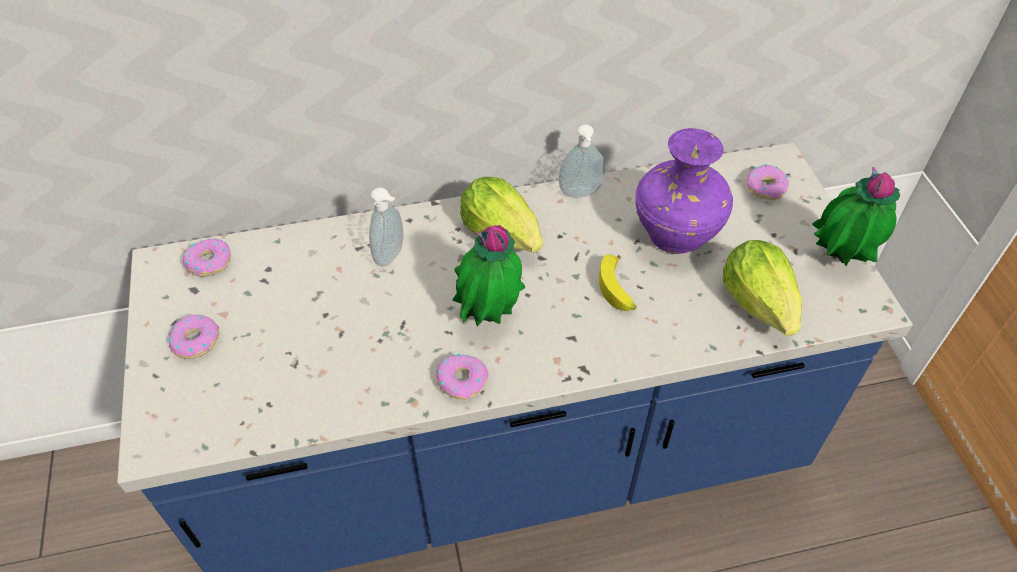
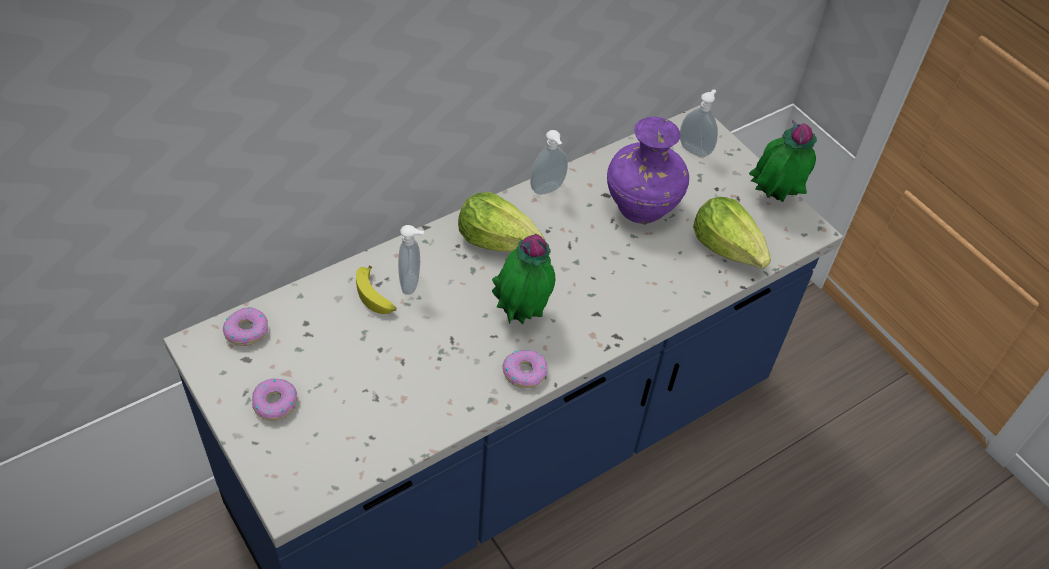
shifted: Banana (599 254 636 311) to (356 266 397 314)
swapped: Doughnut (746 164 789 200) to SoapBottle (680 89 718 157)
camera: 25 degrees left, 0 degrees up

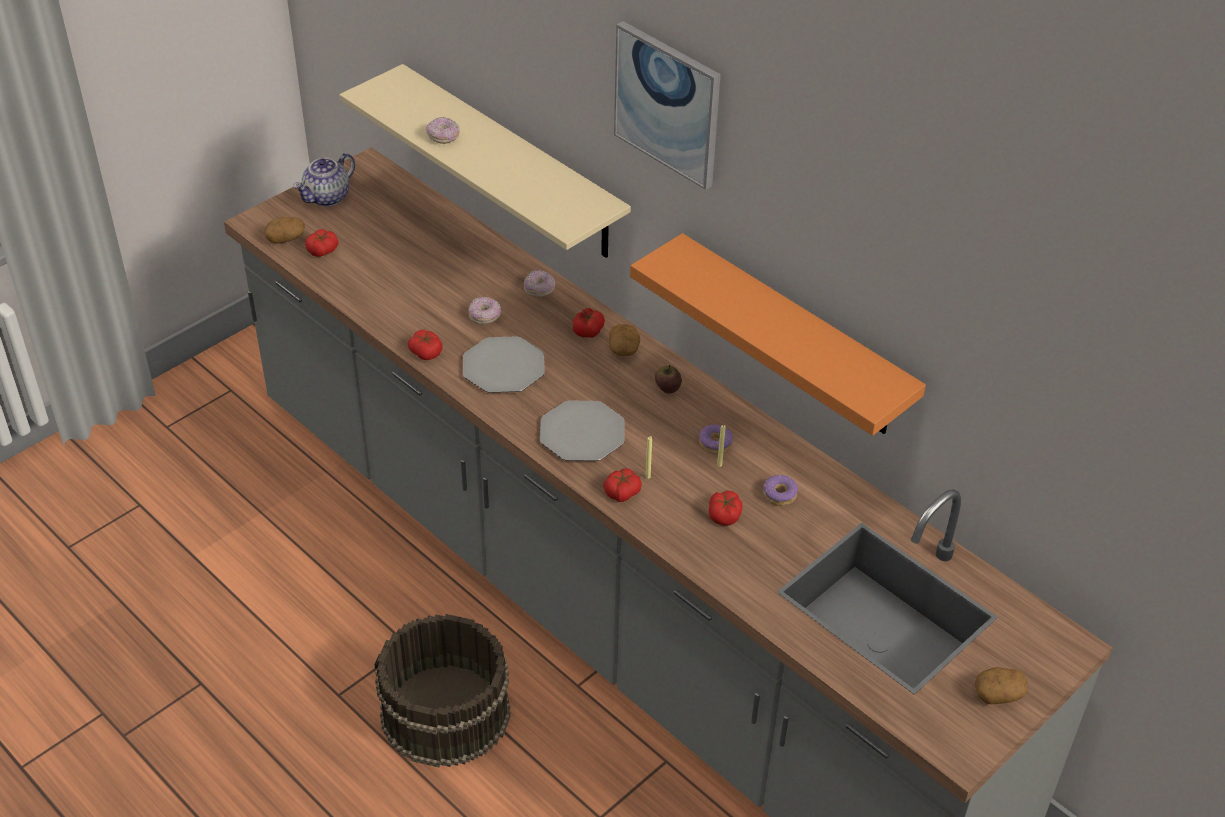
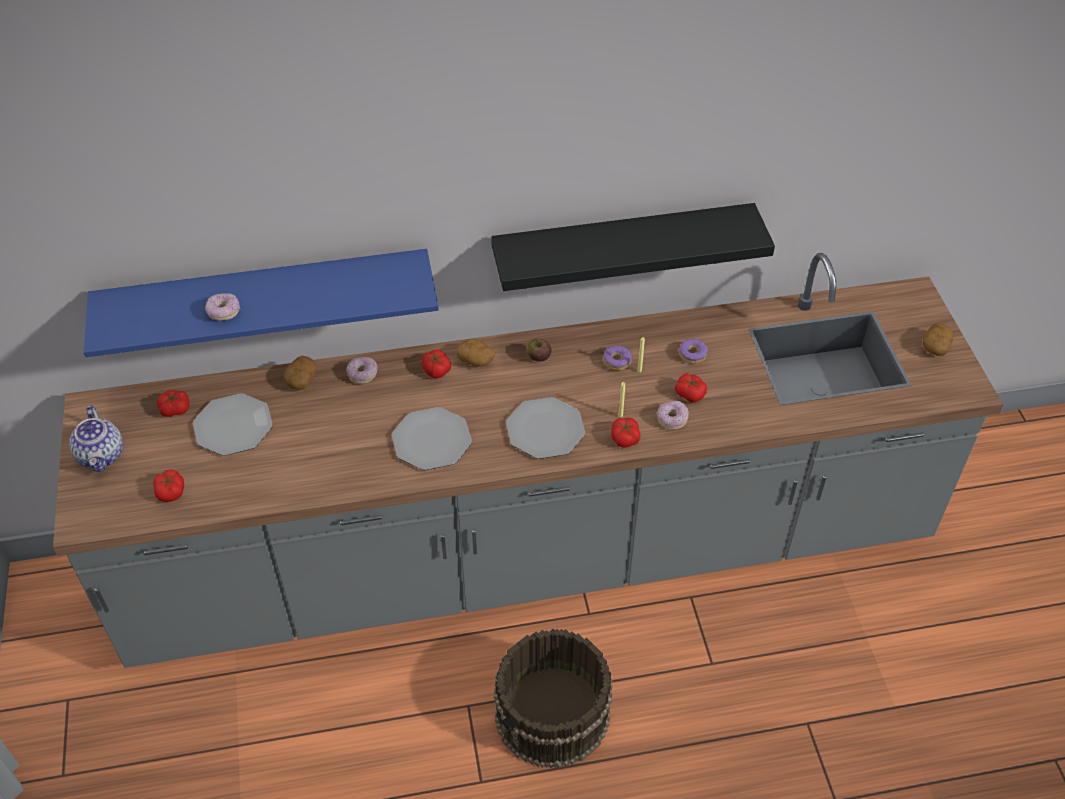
gone: WallArt (614 21 721 190)
new: Plate (193 394 273 456)
shifted: WholeTomato (408 329 443 360) to (157 390 190 417); WholePotato (265 217 305 244) to (284 356 317 390); Doughnut (469 297 501 324) to (657 401 689 430)
repainted: SandColouredWallShelf (339 64 631 258) to BlueColouredWallShelf (83 249 439 357); OrangeColouredWallShelf (630 233 926 436) to BlackColouredWallShelf (491 203 775 291)
camera: 55 degrees left, 5 degrees up

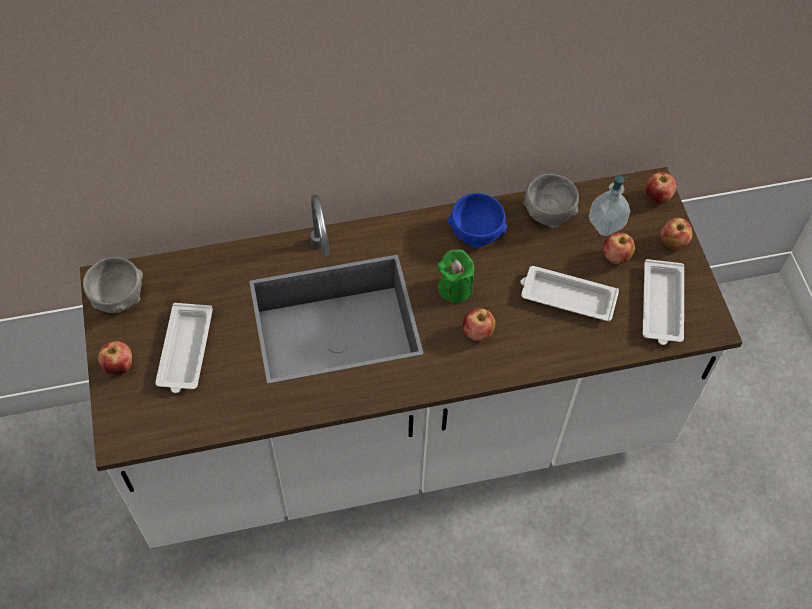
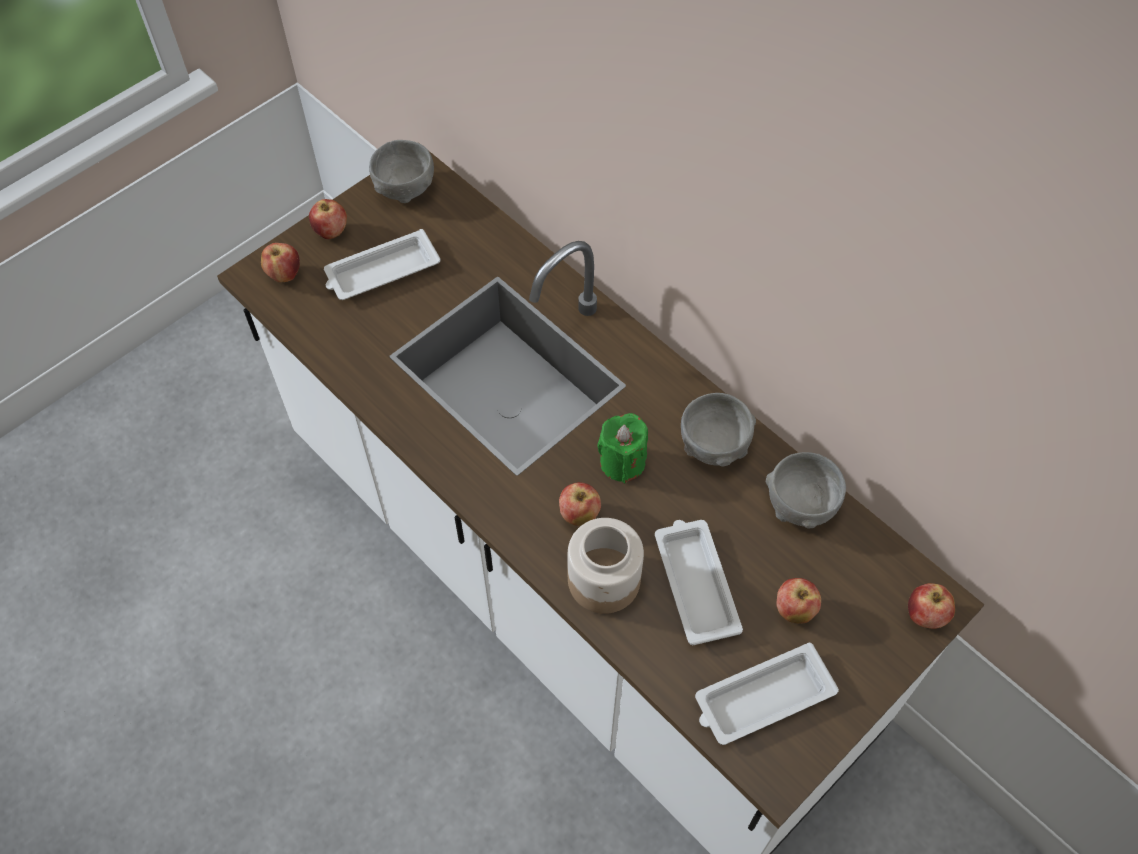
gone: SoapBottle (589 175 630 236)
new: Jar (568 518 644 614)
shifted: AppleFruit (661 218 693 250) to (261 243 300 282)
repainted: BlueColouredServingBowl (448 193 507 248) to GreyishServingBowl (681 393 756 467)
camera: 60 degrees right, 0 degrees up

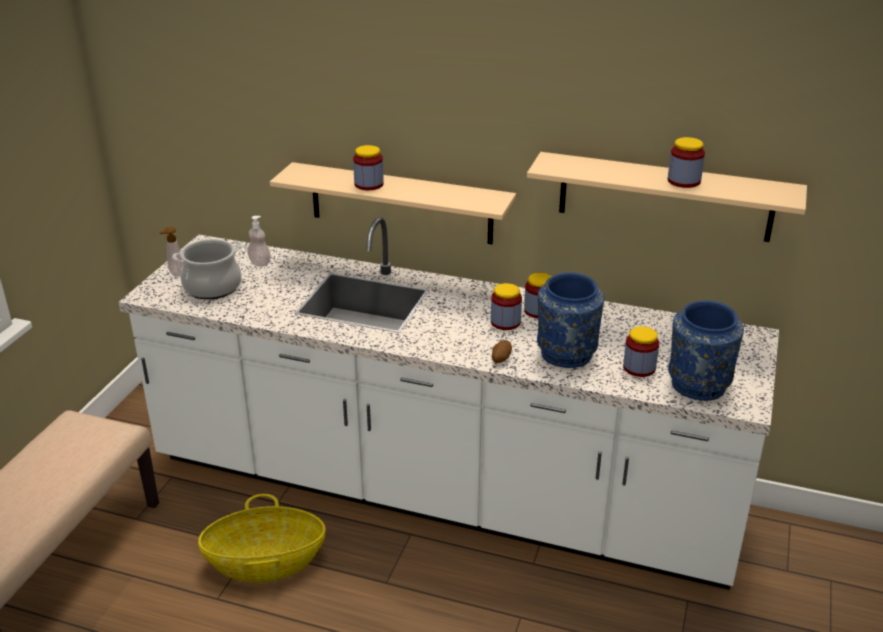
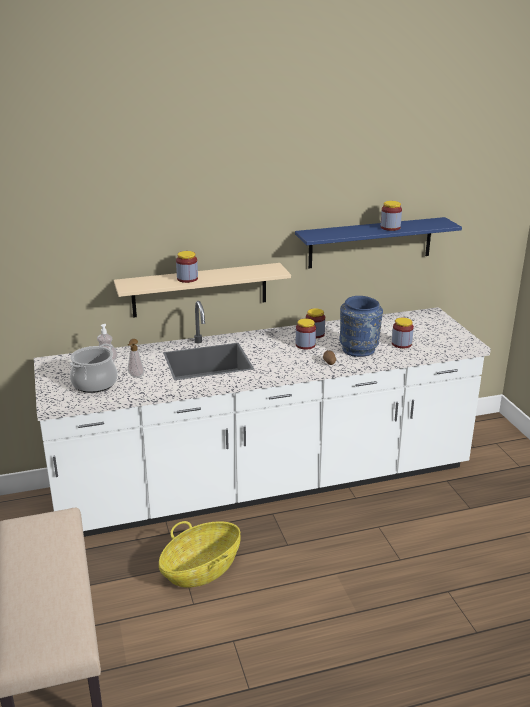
gone: BlueColouredFlowerVase (668 300 744 401)
shifted: SoapBottle (159 227 183 277) to (128 339 144 378)
repainted: SandColouredWallShelf (527 152 807 242) to BlueColouredWallShelf (295 217 462 269)
camera: 35 degrees left, 5 degrees down

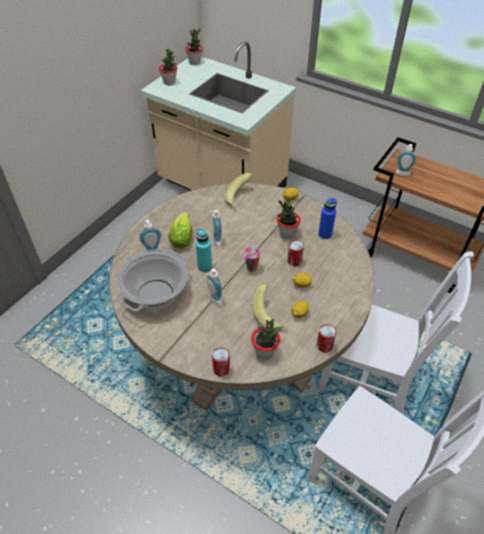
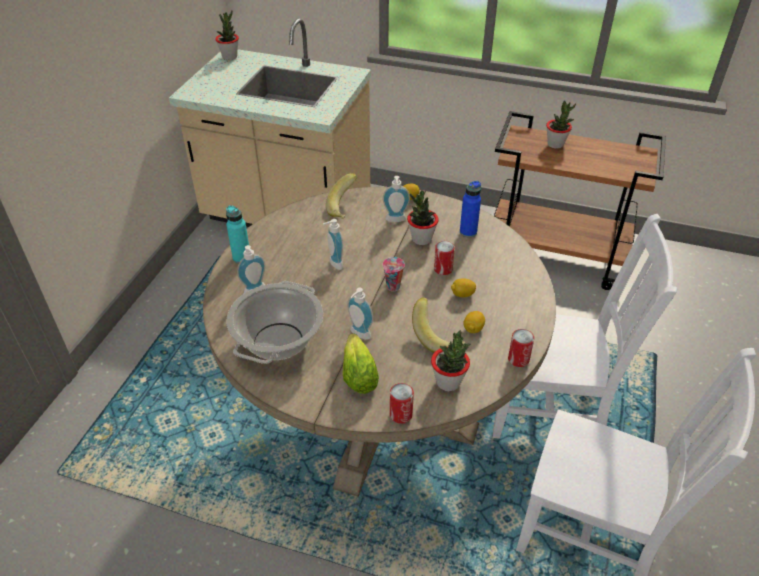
shifted: TurquoiseBeverageBottle (196 229 212 272) to (226 205 249 263); Lettuce (168 212 192 248) to (343 333 379 394); SoapBottle (396 144 417 176) to (383 176 410 222); PottedPlant (159 49 177 85) to (546 100 576 149)
camera: 15 degrees left, 5 degrees down

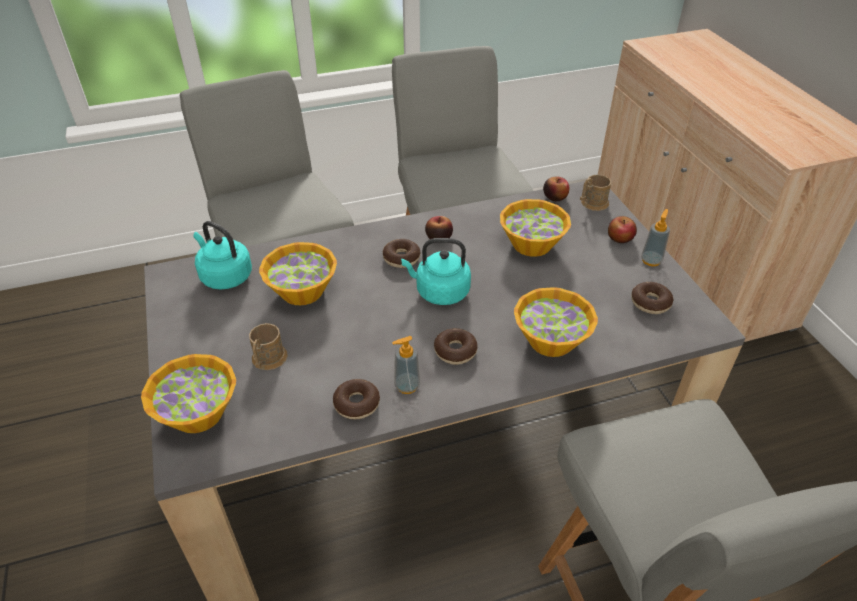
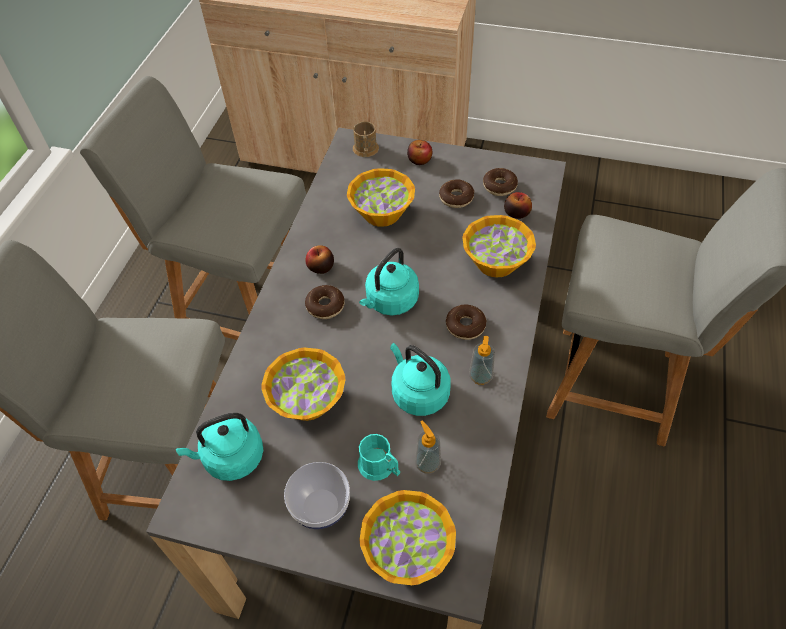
new: ServingBowl (284 462 350 529); TurquoiseWaterKettle (390 343 451 416)
shifted: SoapBottle (641 209 670 266) to (415 420 441 474); Doughnut (333 379 380 419) to (439 179 475 208); AppleFruit (543 176 569 201) to (504 192 532 219)
repainted: BrownColouredCoffeeMug (249 323 288 370) to TurquoiseCoffeeMug (358 434 400 481)
camera: 55 degrees left, 10 degrees up

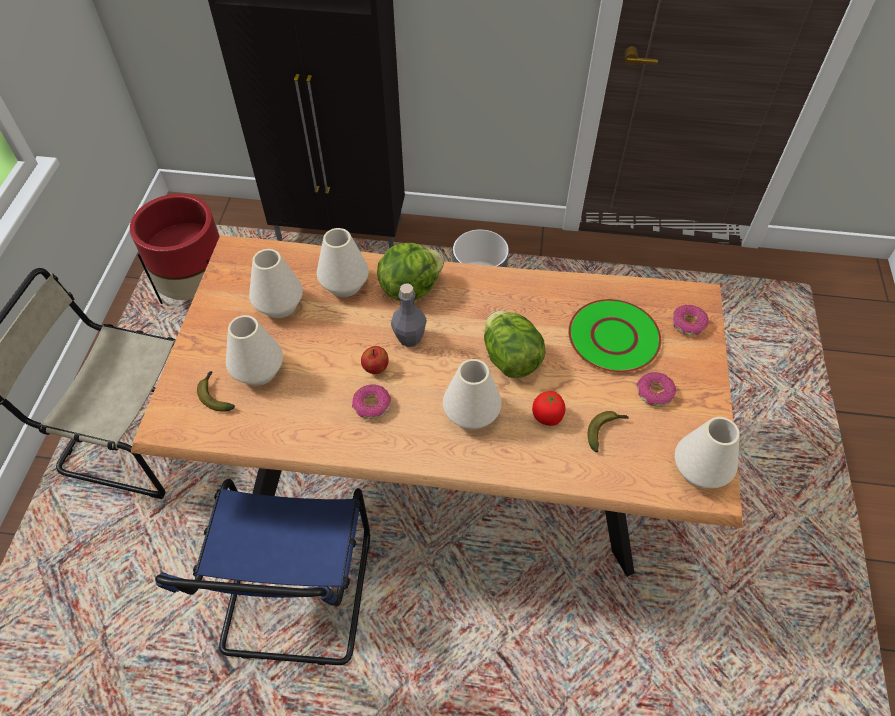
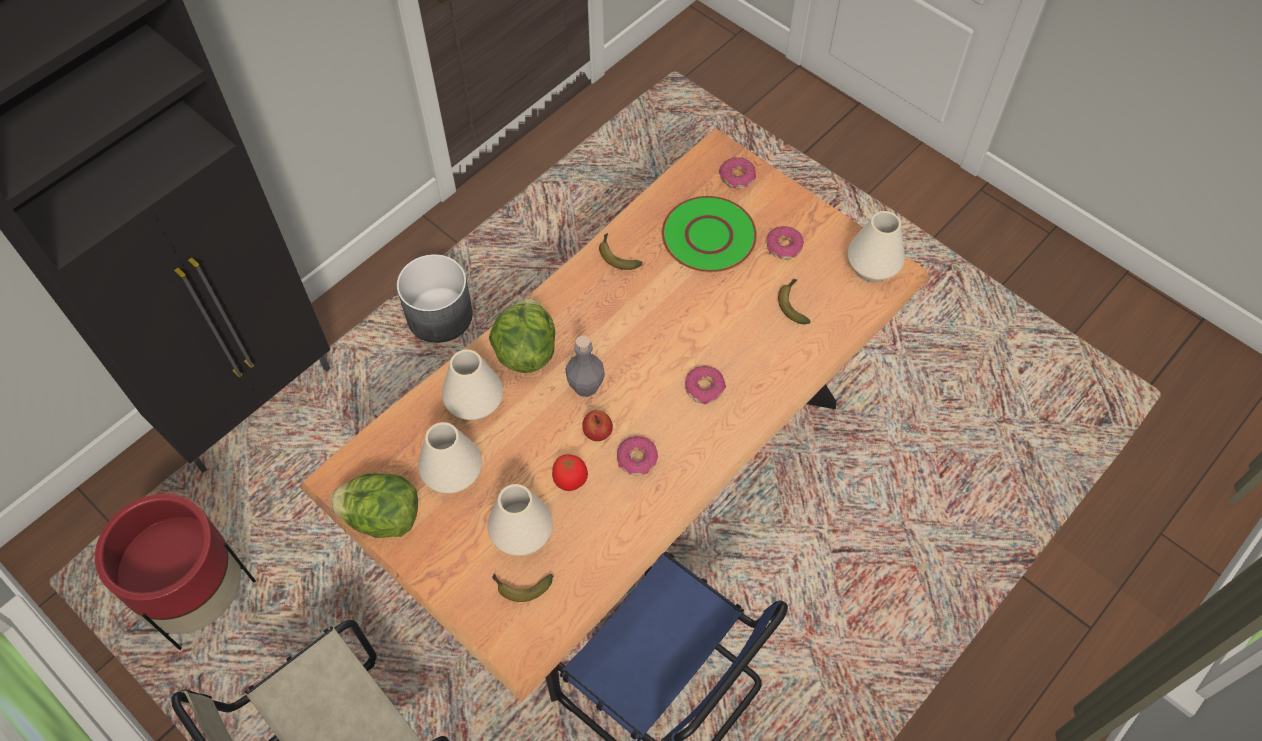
new: Banana (599 233 642 270)
shifted: Lettuce (484 311 545 378) to (330 473 418 538); WholeTomato (532 391 566 426) to (552 454 588 491)
swapped: WhiteColouredFlowerVase (443 359 501 430) to Doughnut (685 366 726 404)
camera: 55 degrees left, 5 degrees up

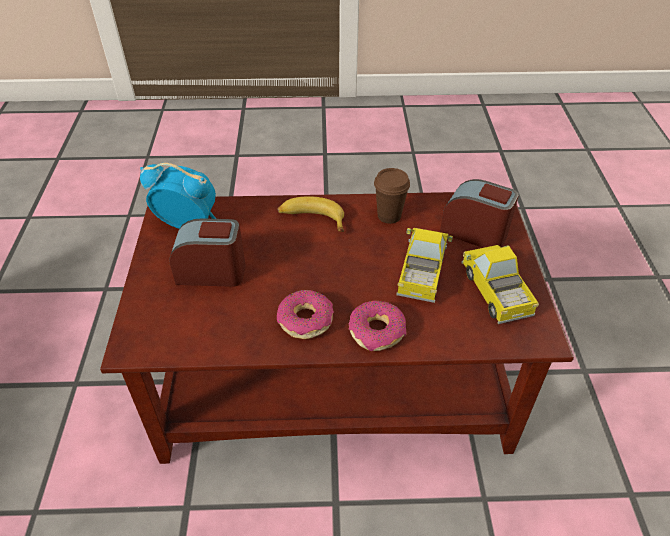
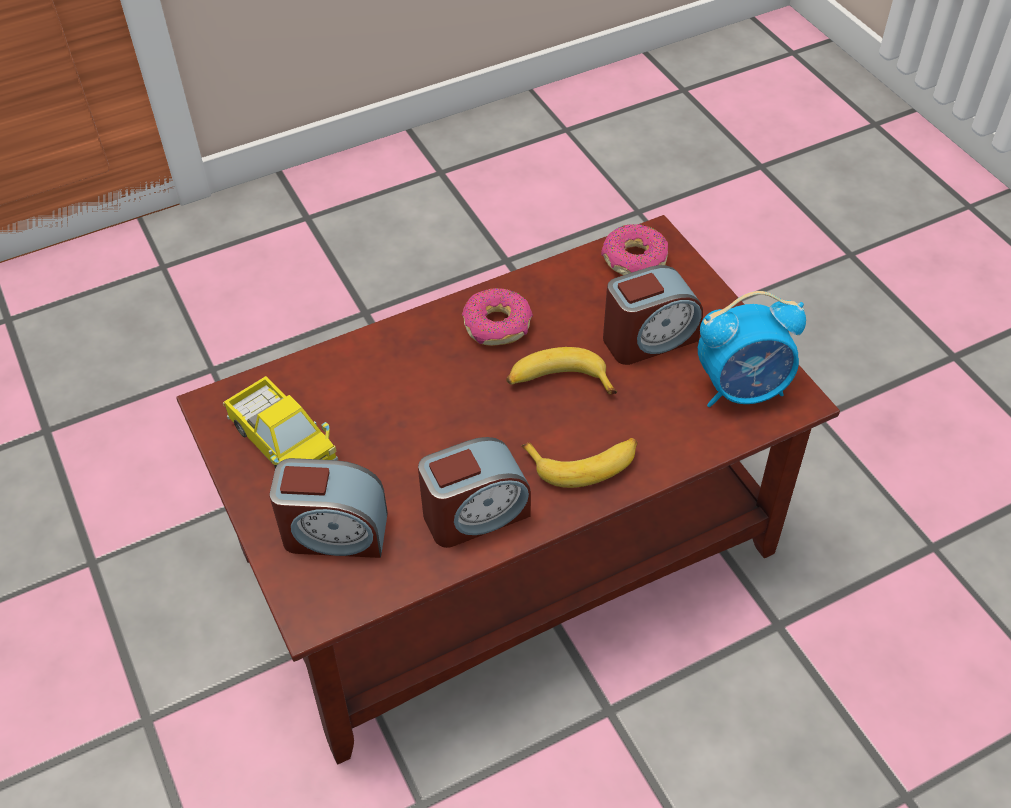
gone: ToyTruck (396 228 453 303)
new: Banana (506 347 617 394)
shifted: Doughnut (349 301 407 351) to (601 224 668 275)
swapped: BrownColouredSmallCup (374 168 410 224) to BedsideClock (418 437 531 548)
camera: 155 degrees right, 5 degrees up

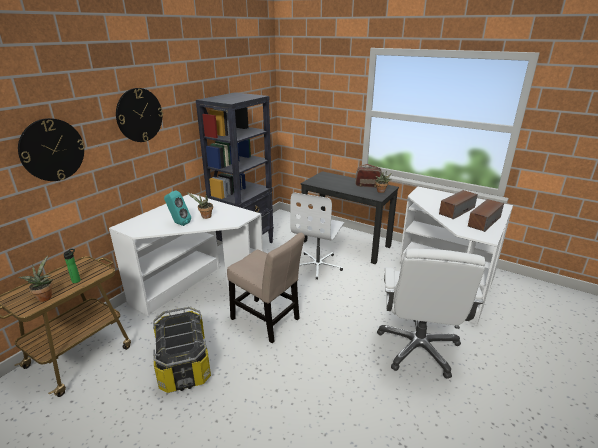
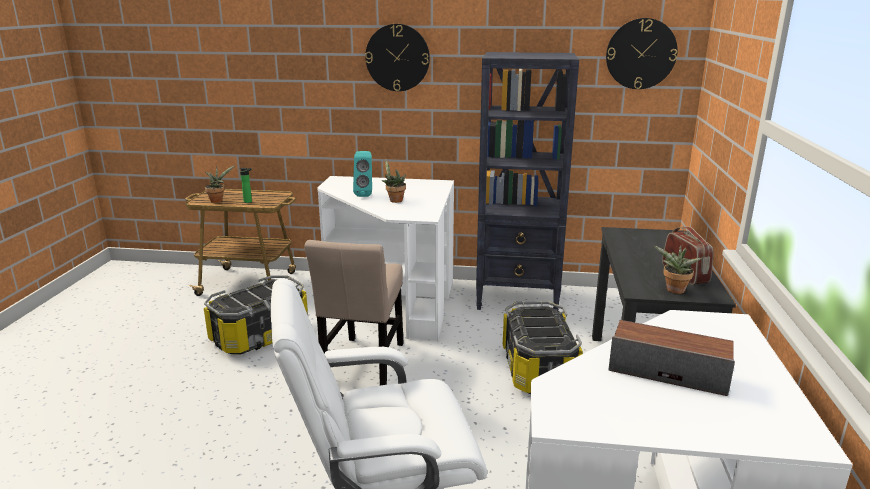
gone: Loudspeaker (468 199 504 232)
shifted: ClockOnTheWall (18 118 85 181) to (606 18 678 89)
swapped: WhiteColouredOfficeChair (290 192 344 280) to StorageBox (503 301 583 394)
camera: 65 degrees right, 5 degrees down

